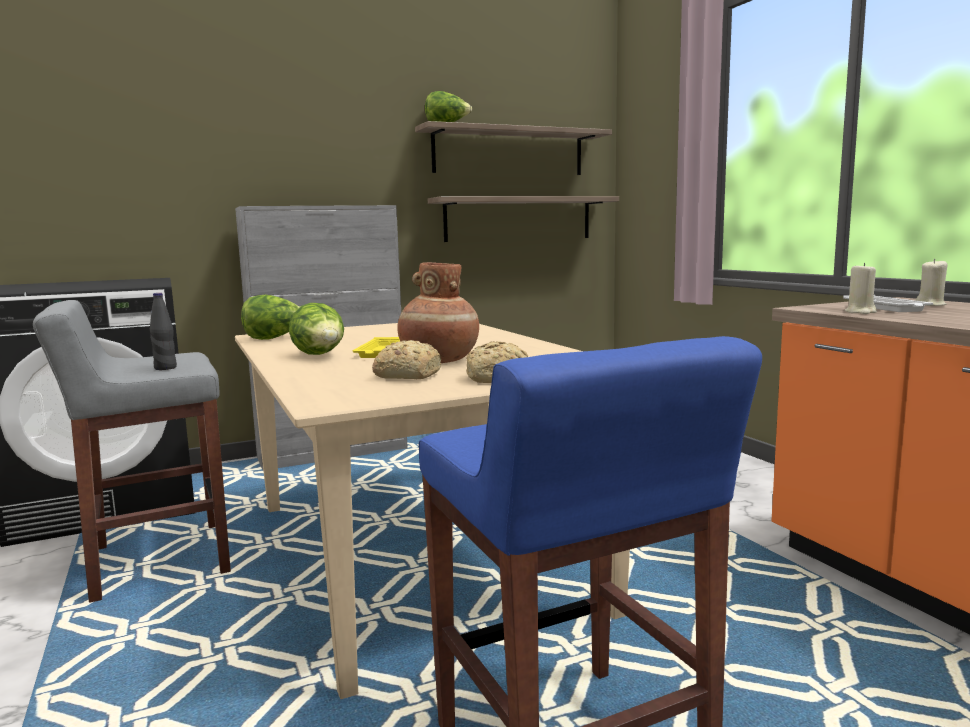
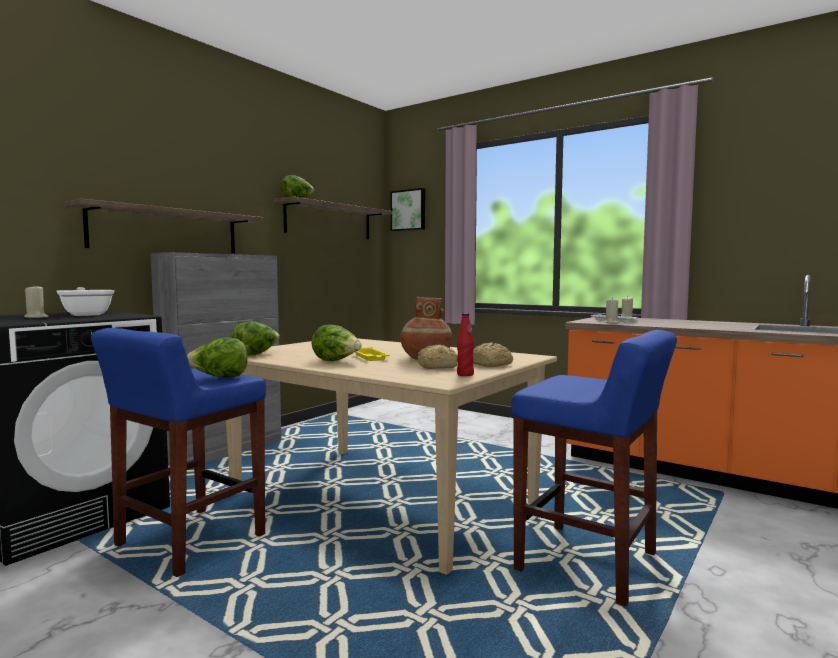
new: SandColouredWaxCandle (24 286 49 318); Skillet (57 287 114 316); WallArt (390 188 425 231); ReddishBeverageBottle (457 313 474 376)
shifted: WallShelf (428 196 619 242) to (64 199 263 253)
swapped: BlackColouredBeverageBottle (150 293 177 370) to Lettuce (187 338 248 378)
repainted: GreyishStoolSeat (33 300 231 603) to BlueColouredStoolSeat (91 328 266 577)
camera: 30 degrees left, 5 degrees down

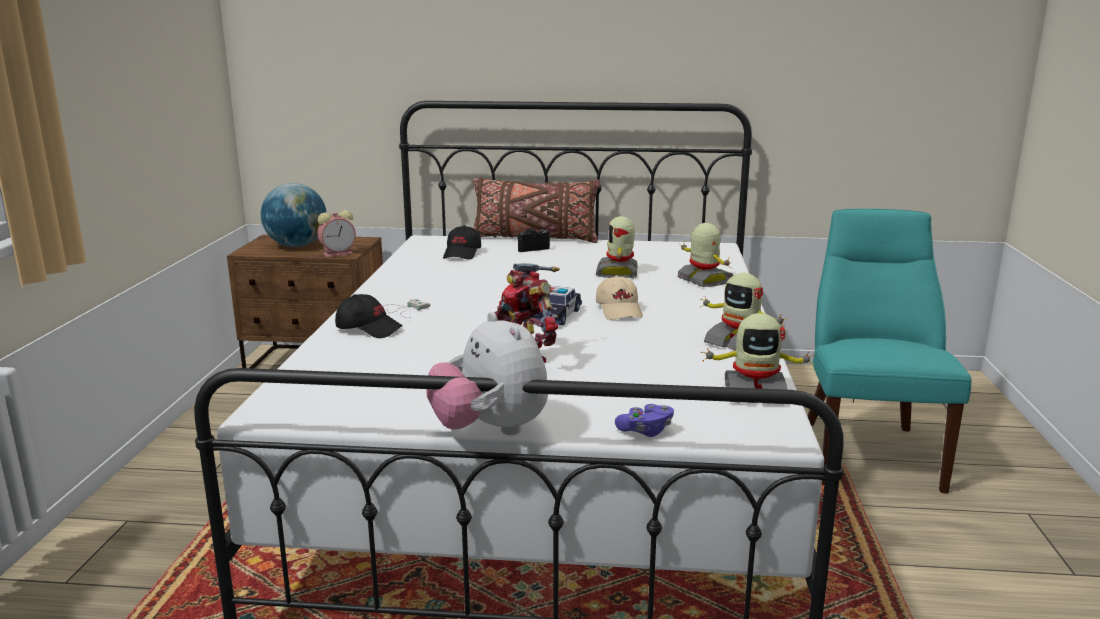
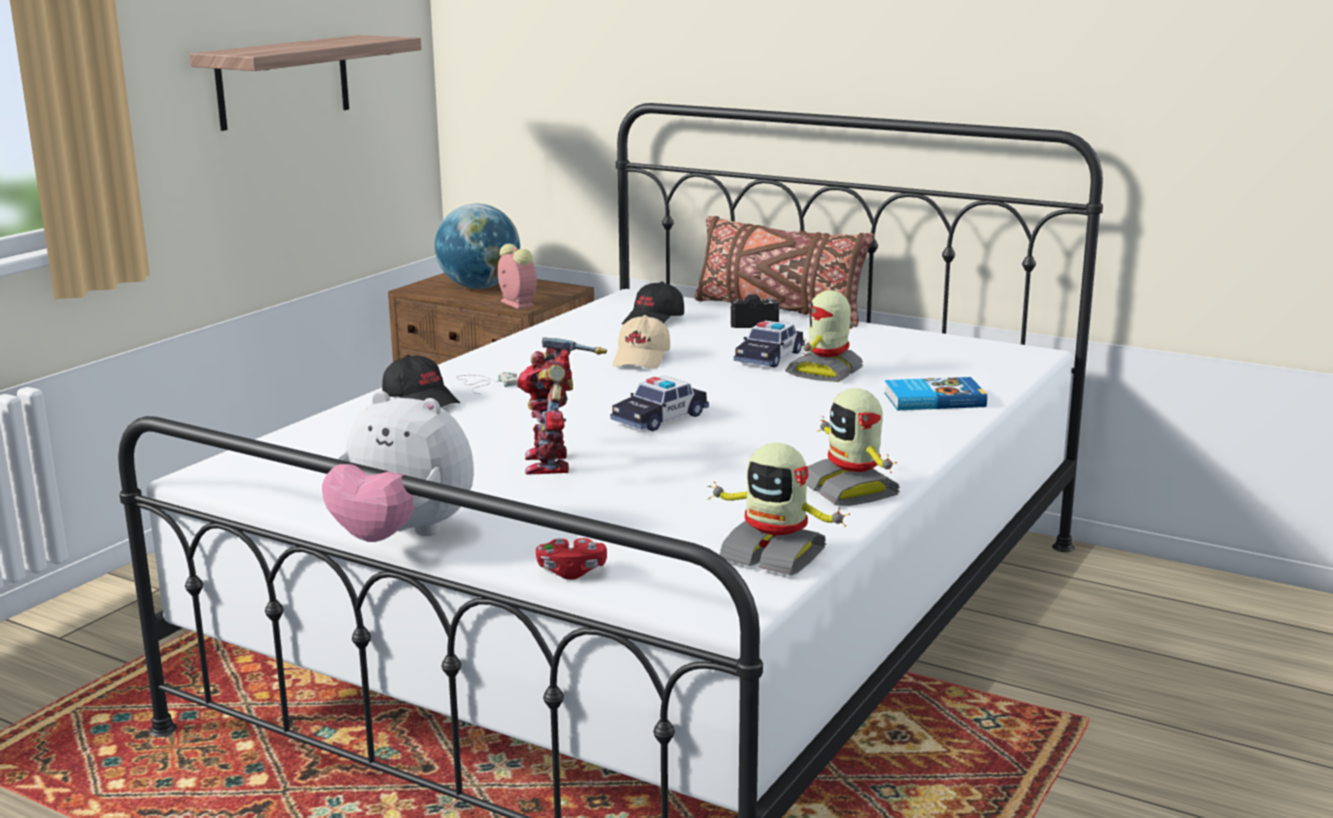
gone: TurquoisePlainChair (808 209 972 493)
new: WallShelf (190 35 421 131); ToyCar (734 320 805 367)
shifted: SandColouredCap (596 276 643 320) to (613 315 670 369)
swapped: RobotFigure (677 223 733 287) to BoundBook (884 377 987 411)
repainted: PurpleColouredGameController (615 404 674 437) to ReddishGameController (536 538 607 580)
rotated: CuddlyToy (426 312 548 435) = (322 391 474 542) 60 degrees counterclockwise; BedsideClock (318 210 356 257) = (497 244 537 309) 120 degrees counterclockwise
camera: 25 degrees right, 0 degrees up

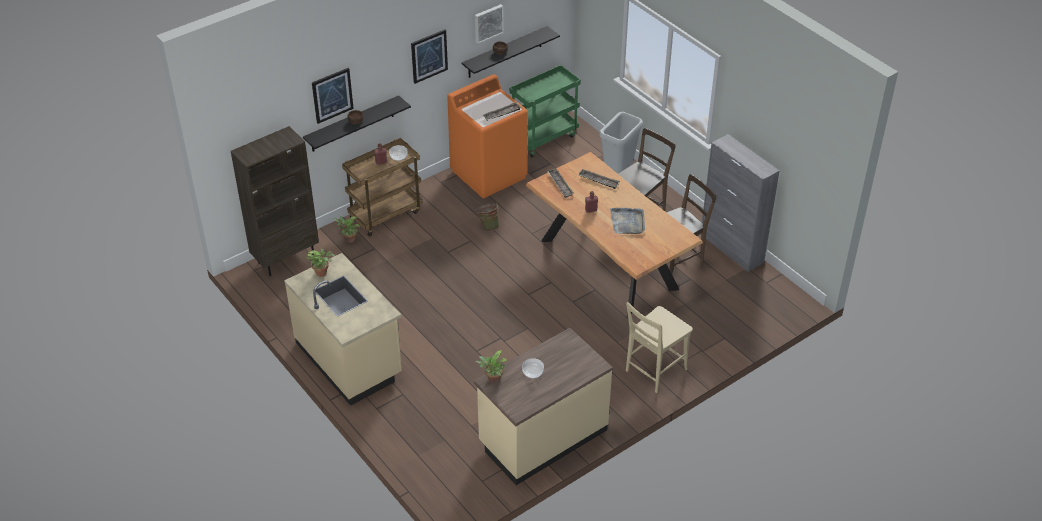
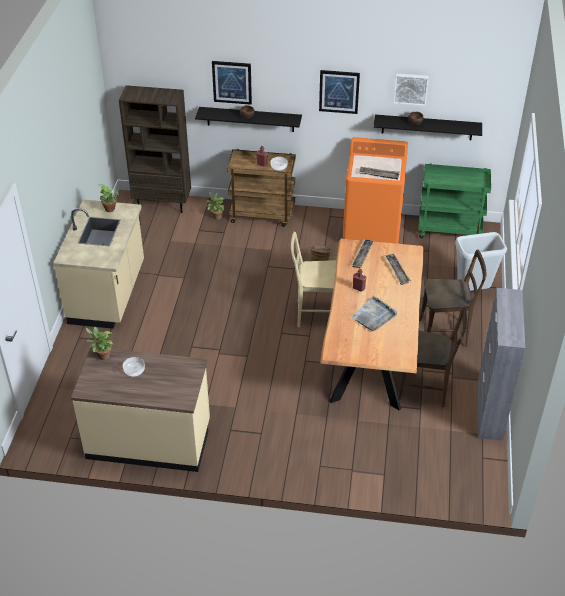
shifted: SandColouredPlainChair (626 302 693 393) to (291 232 336 327)
camera: 45 degrees right, 0 degrees up

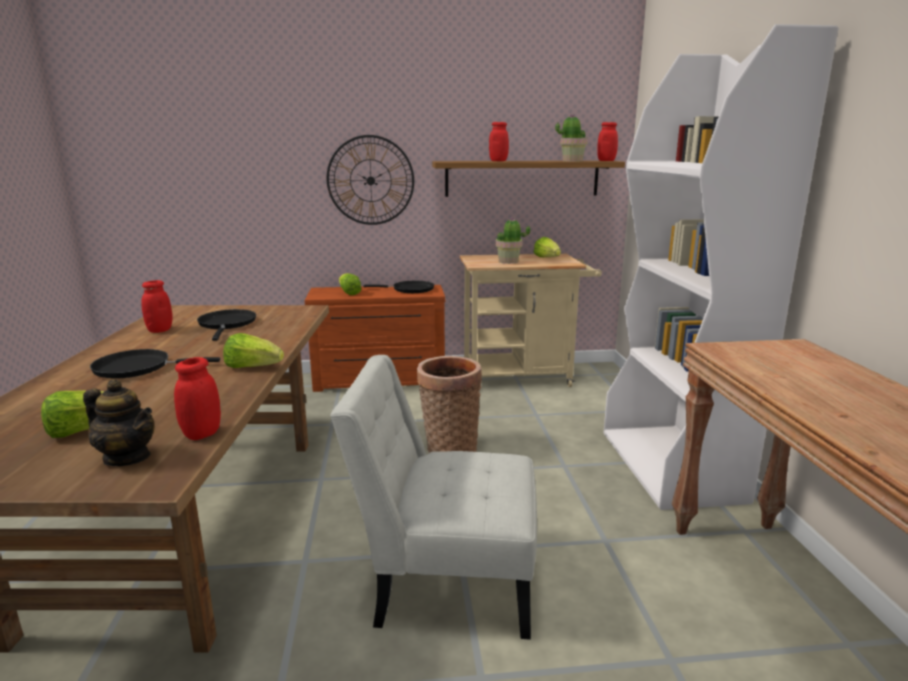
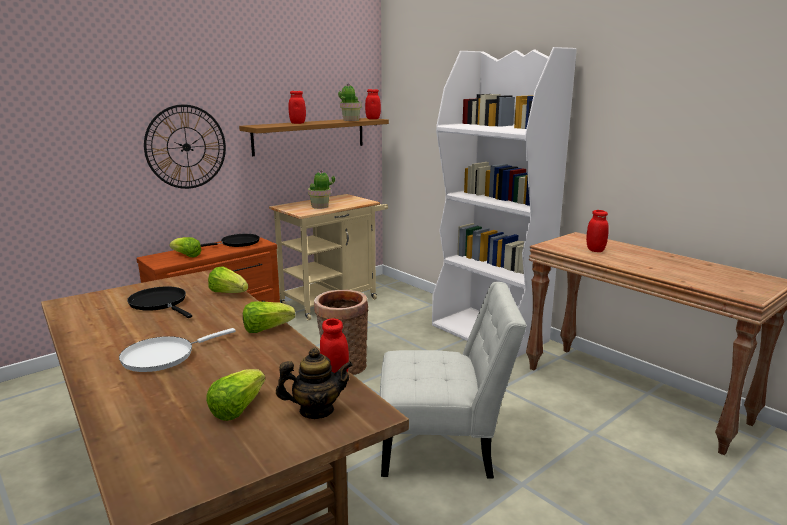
shifted: Lettuce (534 237 561 257) to (208 266 248 293); ReddishJar (141 280 172 333) to (586 210 609 252)
repainted: BlackColouredSkillet (90 349 220 378) to WhiteColouredSkillet (119 328 236 372)
rotated: WhiteColouredPlainChair (330 355 537 640) = (380 282 527 479) 150 degrees counterclockwise
camera: 35 degrees left, 0 degrees up

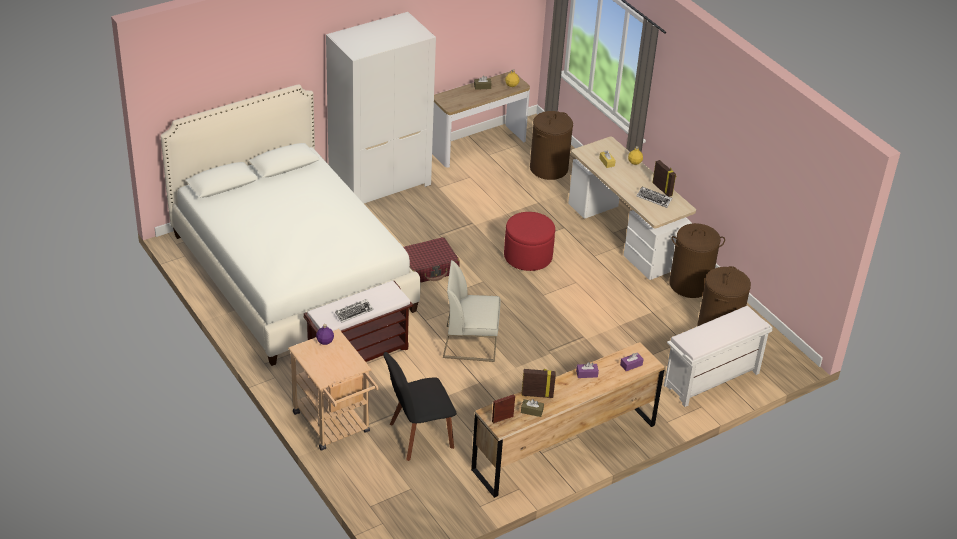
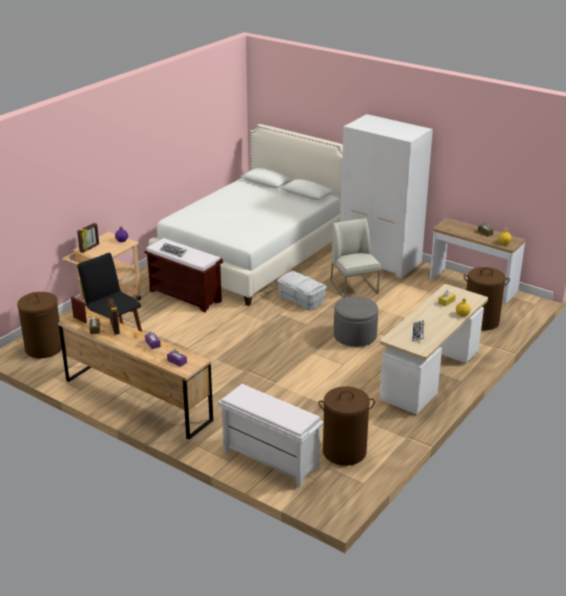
shifted: BrownColouredLaundryBasket (669 223 725 298) to (17 292 62 358); PhotoFrame (652 160 676 197) to (77 223 99 253); WhiteColouredPlainChair (443 260 501 362) to (330 218 381 298)
swapped: ReddishPieceOfLuggage (403 237 460 283) to WhiteColouredStorageBox (277 271 327 310)
repainted: ReddishPouffe (504 212 555 271) to GreyishPouffe (334 296 378 347)
camera: 70 degrees right, 10 degrees down

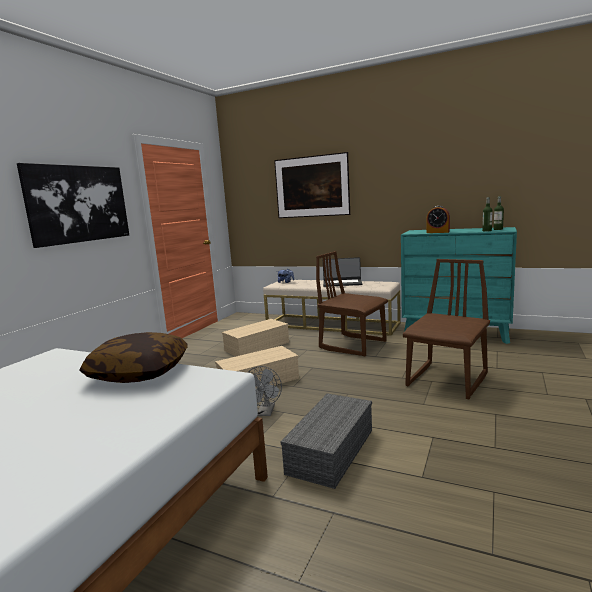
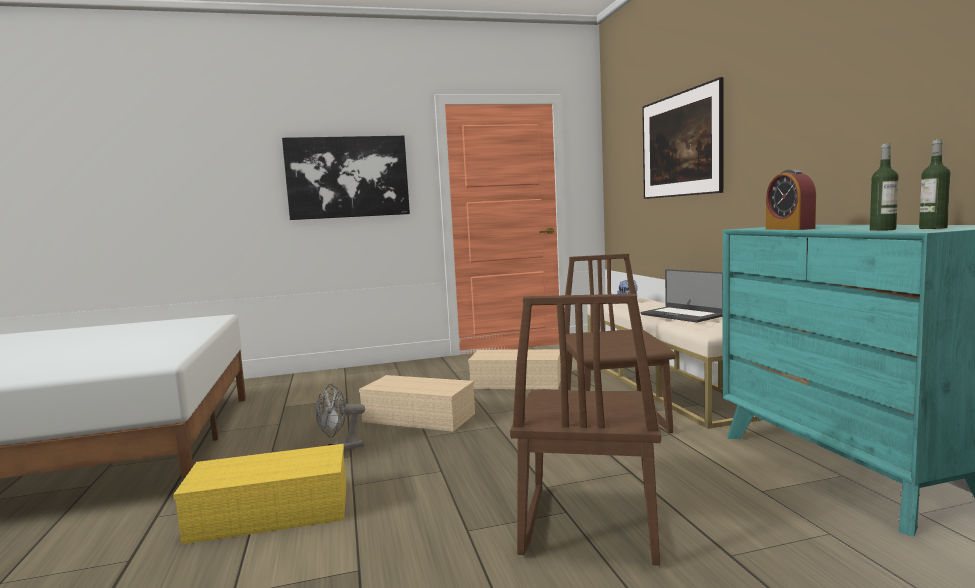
gone: Cushion (79 332 188 383)
repainted: GreyishStorageBox (281 393 372 489) to YellowStorageBox (173 444 346 544)
rotated: BrownColouredPlainChair (403 259 490 399) = (510 294 661 566) 105 degrees clockwise
camera: 50 degrees right, 5 degrees down

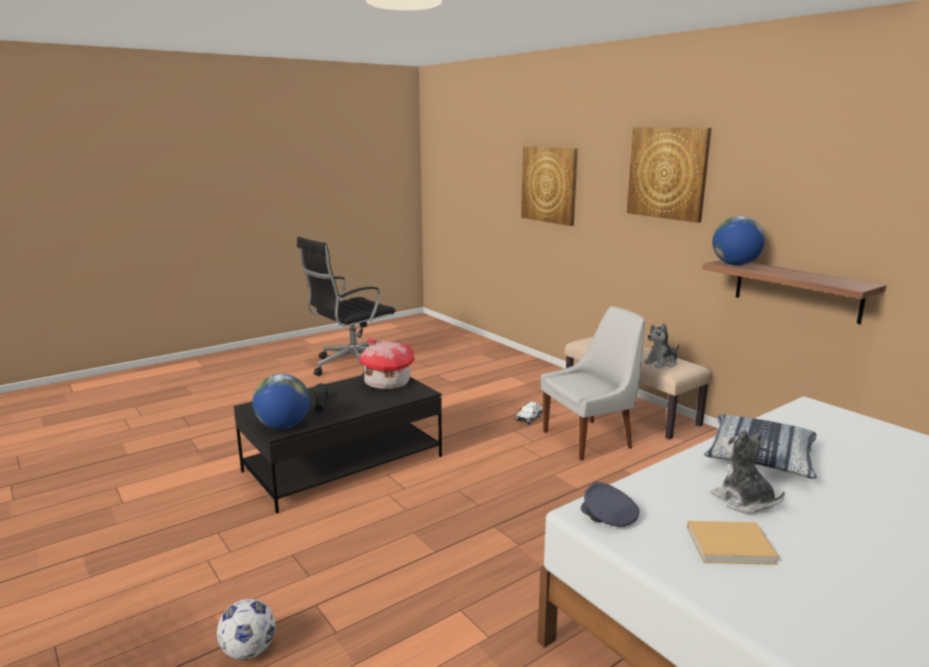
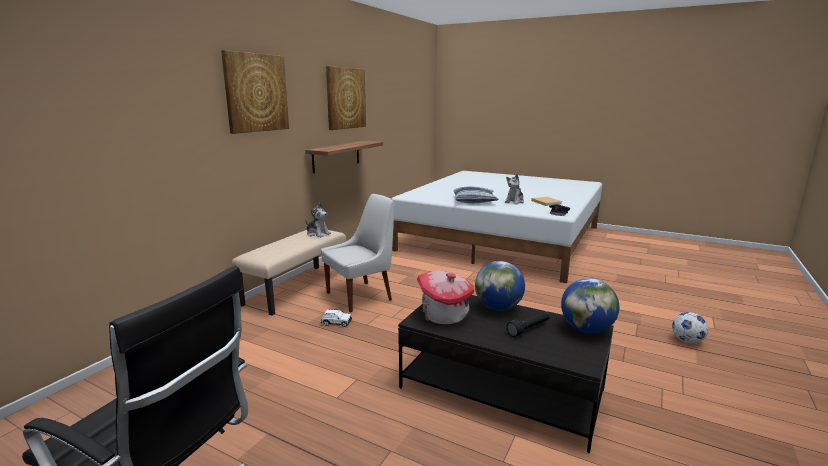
shifted: WallArt (521 146 578 226) to (326 66 366 130); Globe (712 216 765 266) to (475 261 525 311)
rotated: WhiteColouredPlainChair (541 306 645 460) = (321 194 394 313) 105 degrees clockwise
camera: 115 degrees left, 0 degrees up

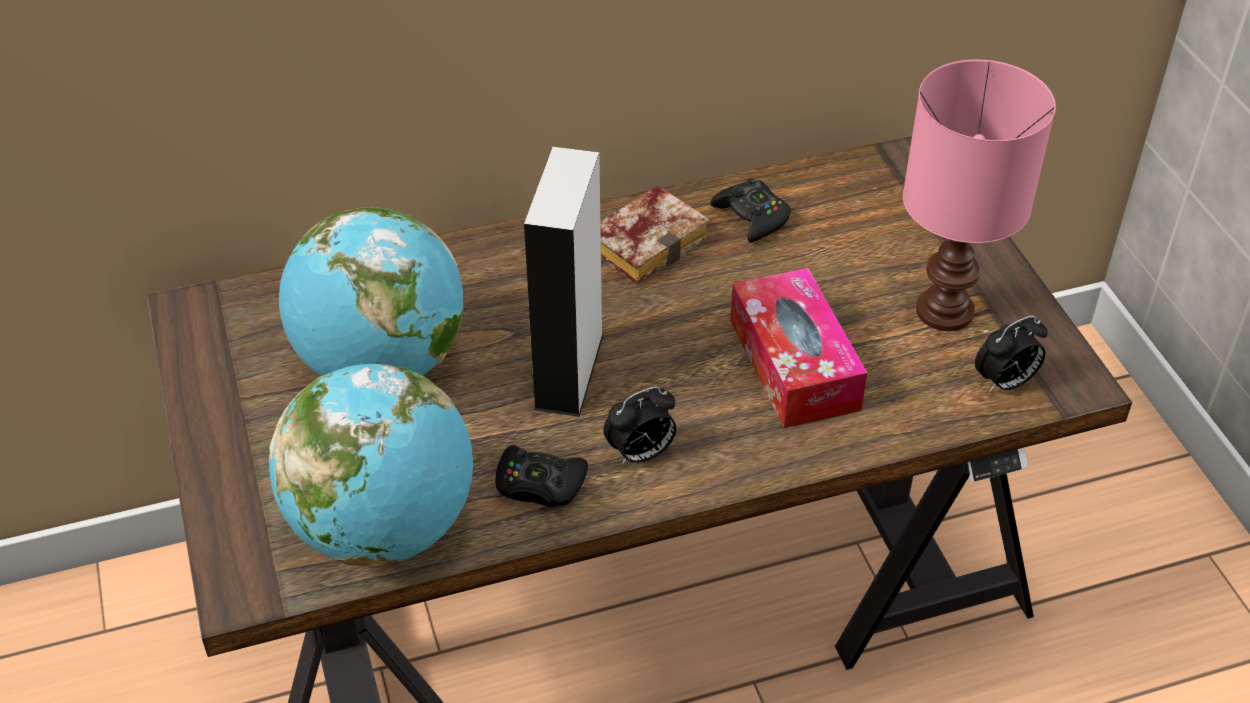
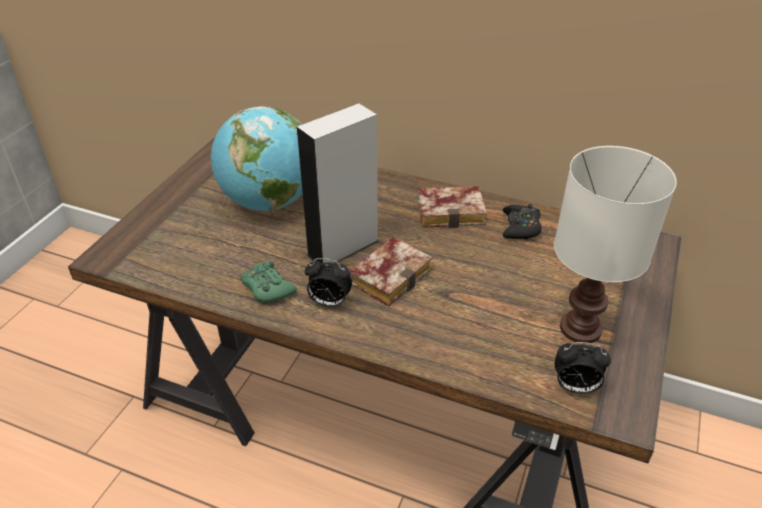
gone: Globe (269 364 473 566); TissueHolder (730 268 867 428)
new: BoundBook (349 237 432 307)
repainted: BlackColouredGameController (495 445 588 507) to GreenGameController (240 261 297 303); PinkishTabletopLamp (903 60 1056 331) to WhiteColouredTabletopLamp (554 146 677 344)
camera: 40 degrees right, 5 degrees down

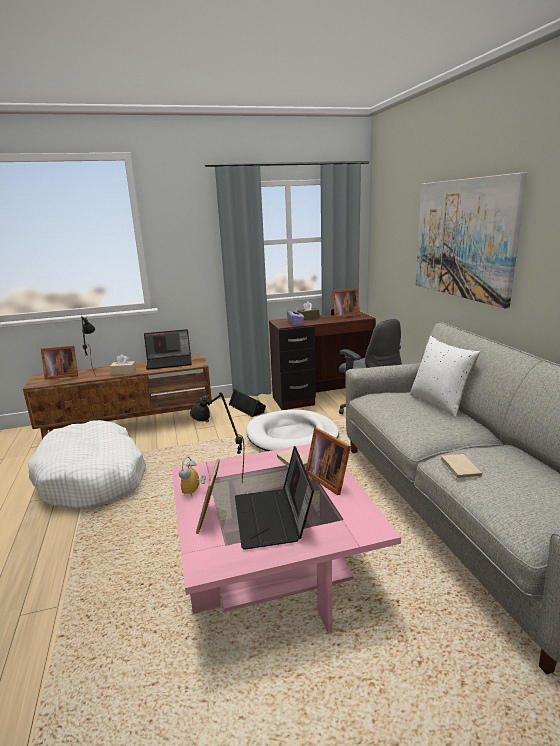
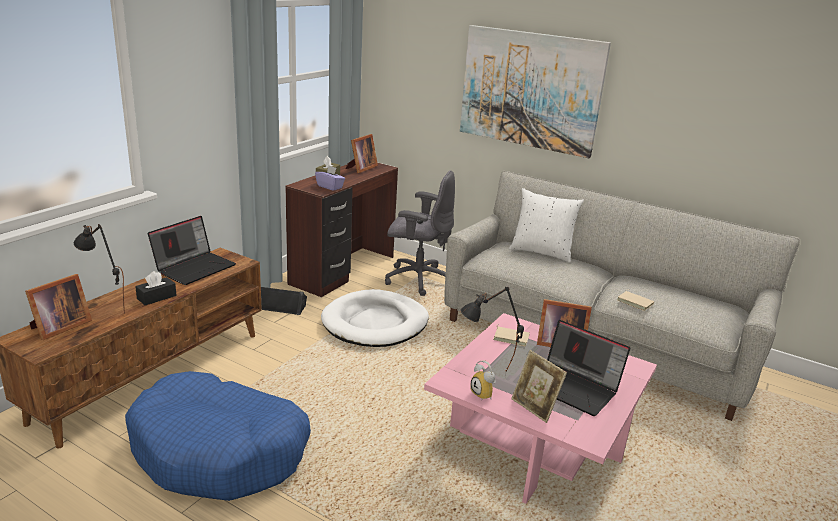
repainted: WhiteColouredDogCushion (28 420 146 509) to BlueColouredDogCushion (125 371 311 501); SandColouredTissueHolder (110 354 136 375) to BlackColouredTissueHolder (135 271 177 305)
camera: 45 degrees left, 5 degrees up

